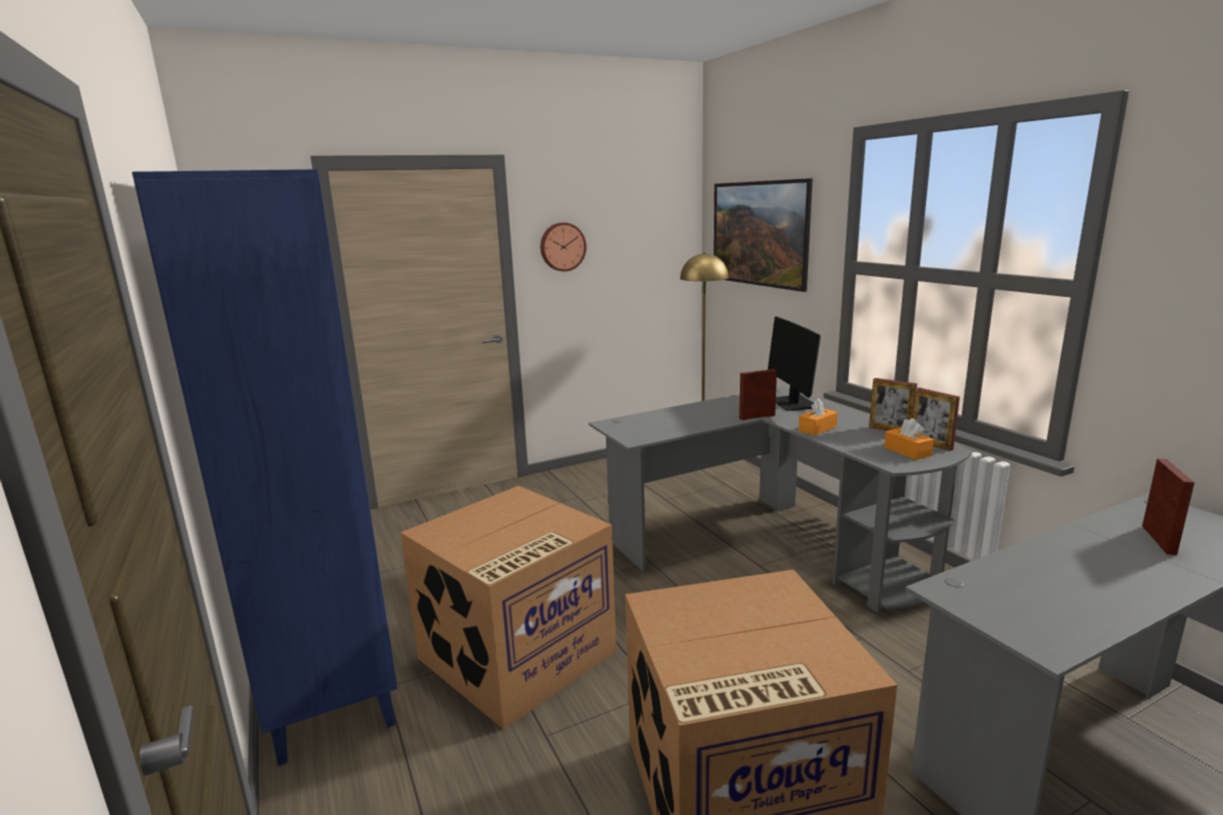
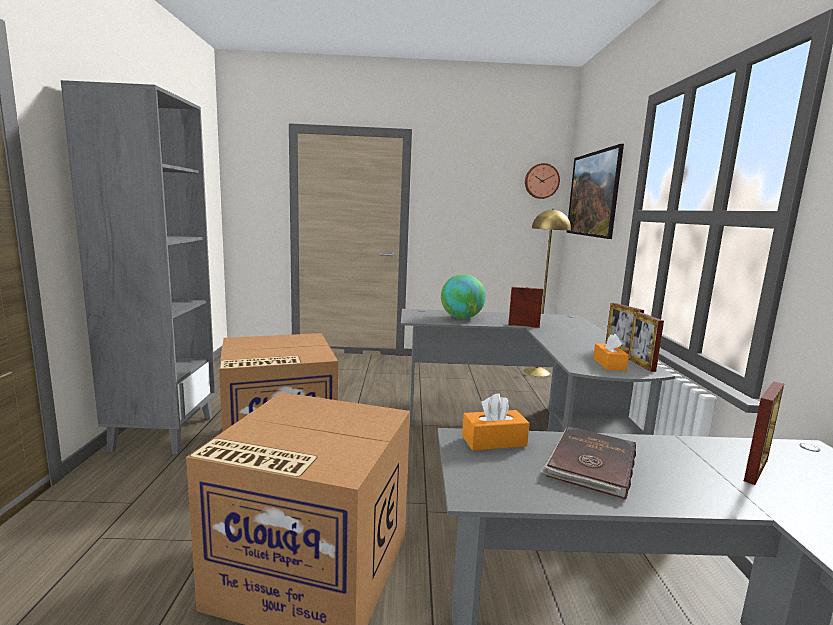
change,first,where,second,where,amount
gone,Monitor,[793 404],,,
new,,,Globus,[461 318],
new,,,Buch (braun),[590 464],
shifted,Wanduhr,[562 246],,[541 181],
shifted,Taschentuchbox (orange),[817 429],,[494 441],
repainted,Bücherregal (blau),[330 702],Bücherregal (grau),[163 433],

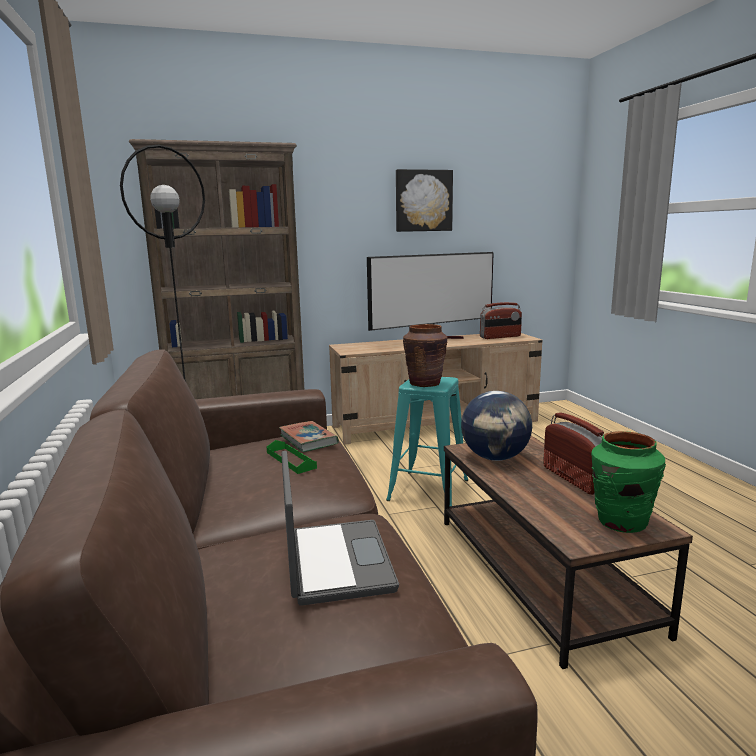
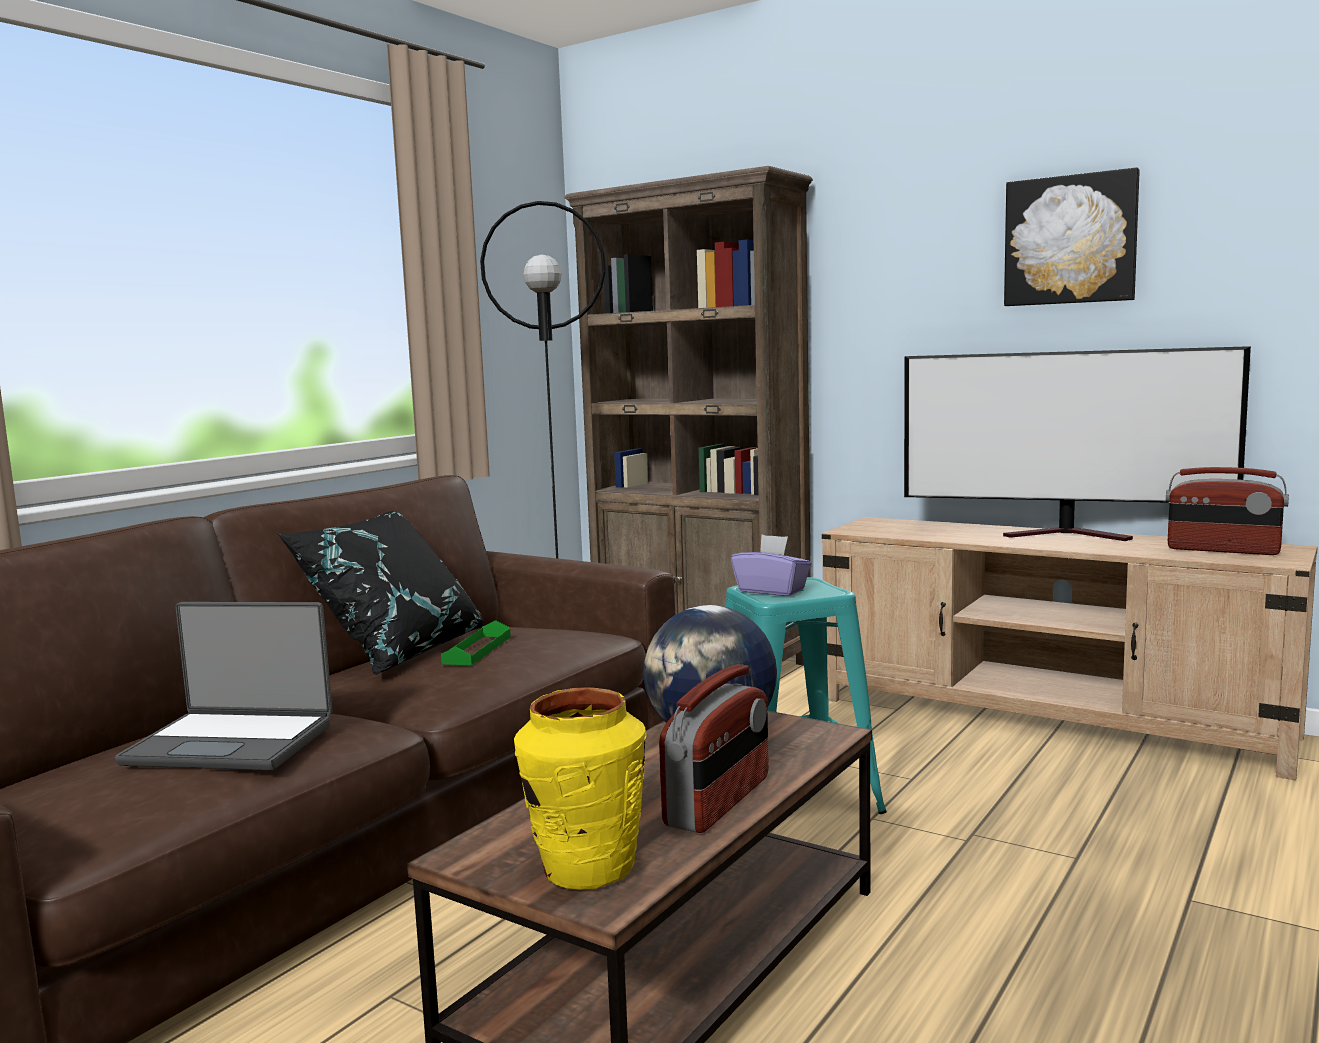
change,first,where,second,where,amount
gone,Buch,[308 440],,,
new,,,Kissen (schwarz),[396 653],
swapped,Vase (braun),[425 384],Taschentuchbox (lila),[772 590],
repainted,Vase (grün),[621 522],Vase (gelb),[587 869],
rotated,Laptop,[335 562],,[232 743],60 degrees clockwise

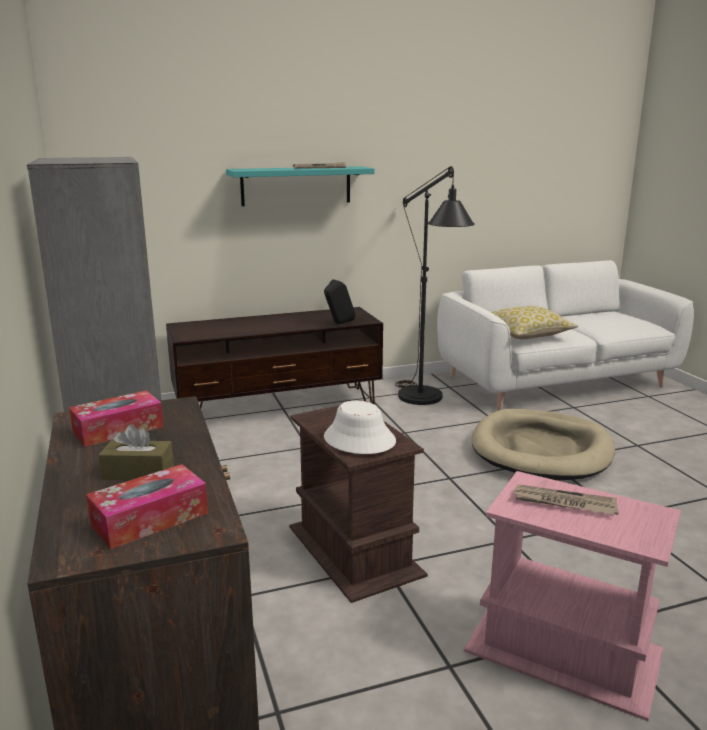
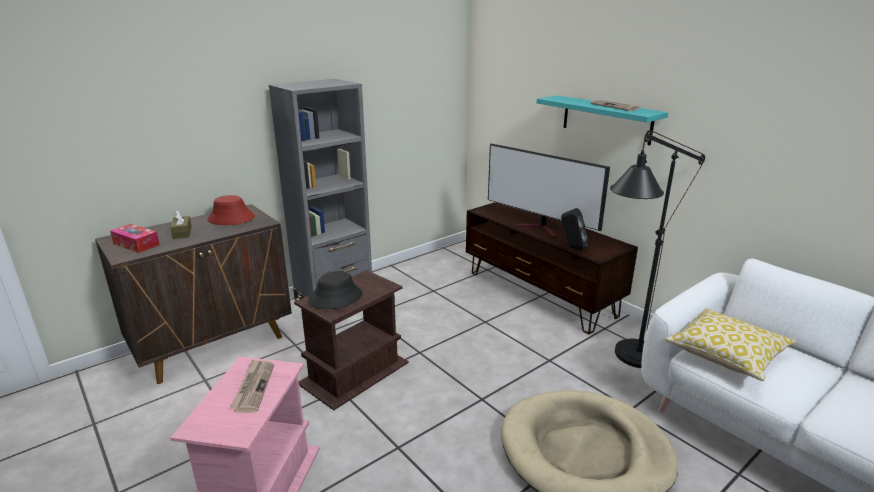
change,first,where,second,where,amount
new,,,Fernseher,[540 229],
swapped,Taschentuchbox,[118 429],Hut (rot),[231 218],
repainted,Hut (weiß),[359 439],Hut (schwarz),[335 297],

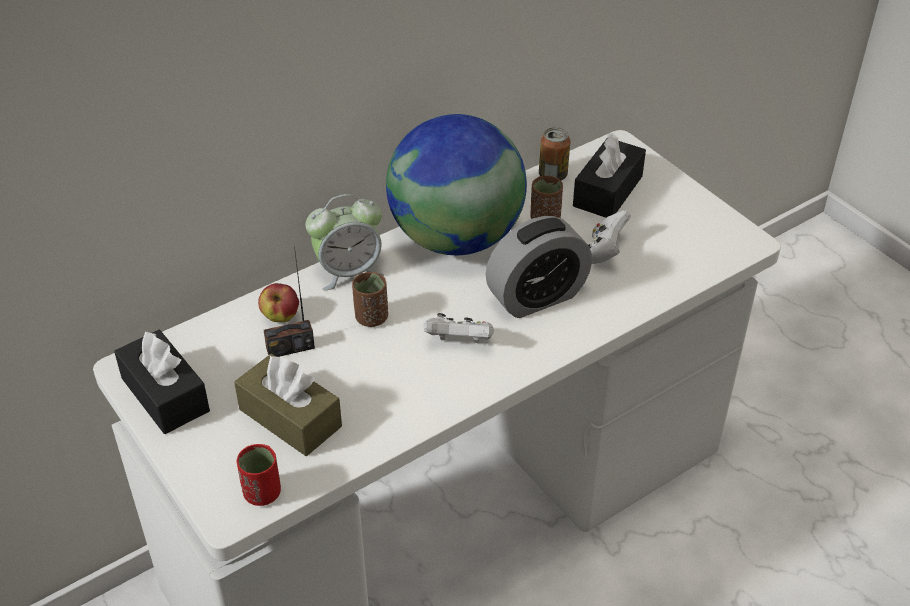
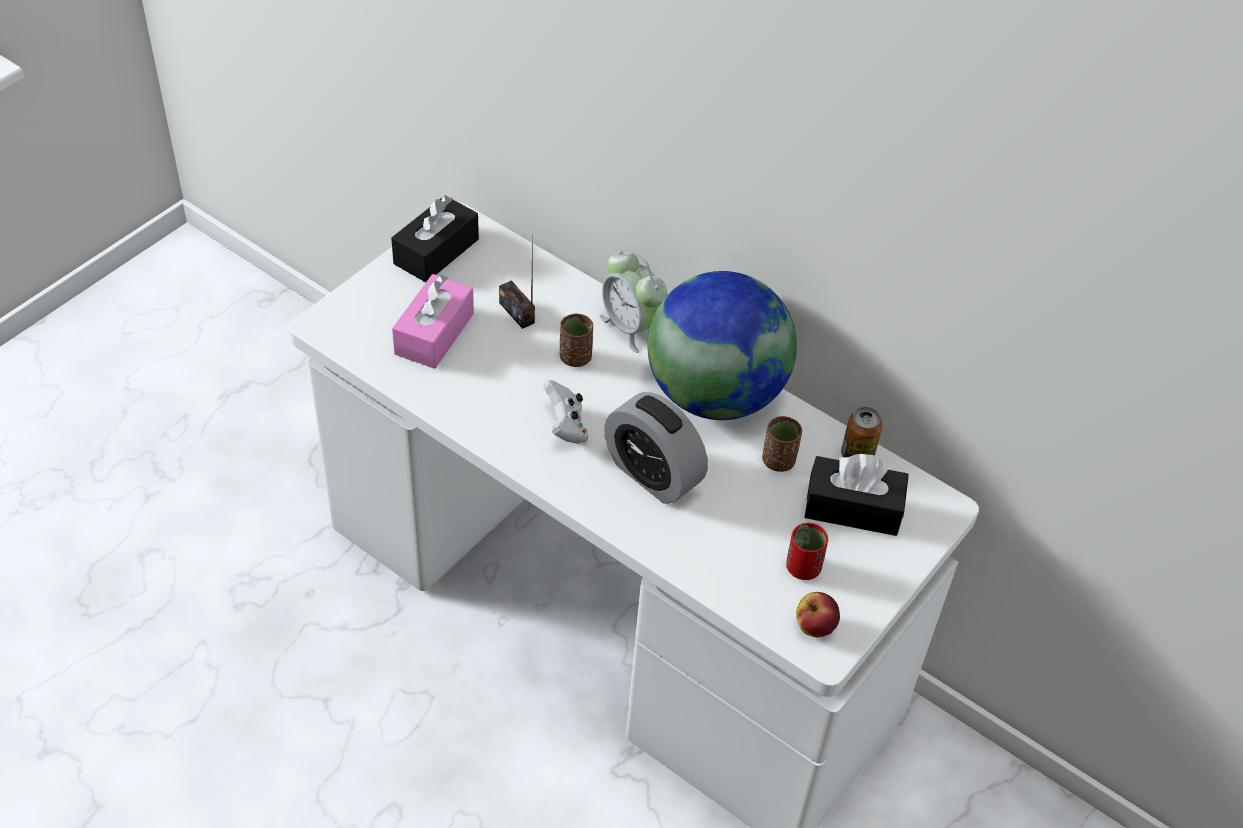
change,first,where,second,where,amount
gone,Gamepad (weiß),[604 252],,,
shifted,Tasse (rot),[262 493],,[803 568],
shifted,Apfel,[280 317],,[814 627],
repainted,Taschentuchbox (braun),[290 418],Taschentuchbox (rosa),[434 334],

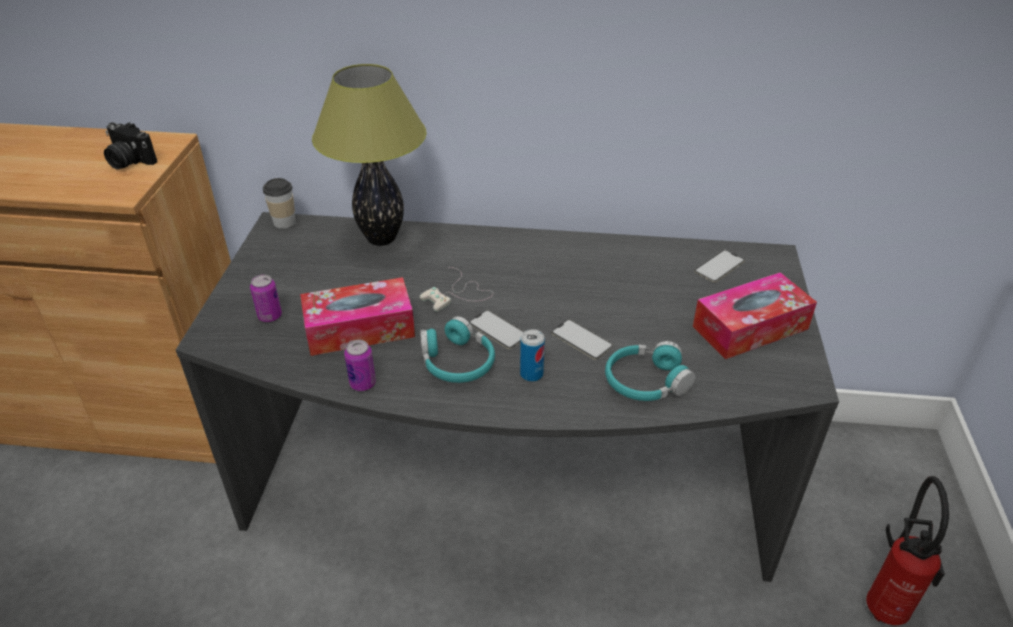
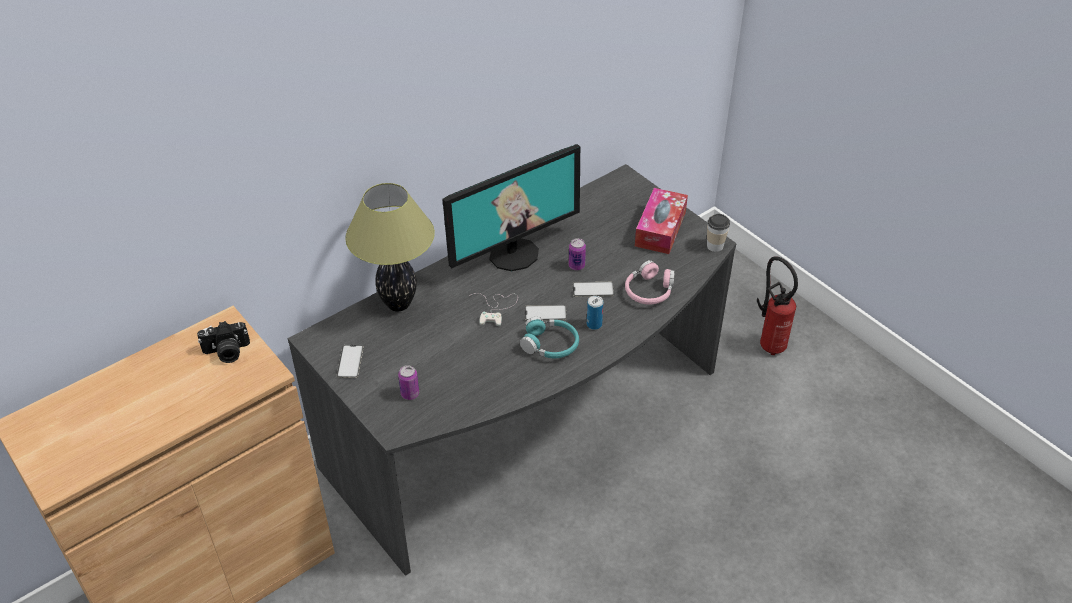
change,first,where,second,where,amount
gone,Taschentuchbox,[359 329],,,
new,,,Monitor,[513 254],
shifted,Tasse,[284 222],,[715 246],
shifted,Dose,[363 384],,[576 266],
shifted,Handy,[719 266],,[350 361],
repainted,Kopfhörer (türkis),[646 382],Kopfhörer (rosa),[649 291],

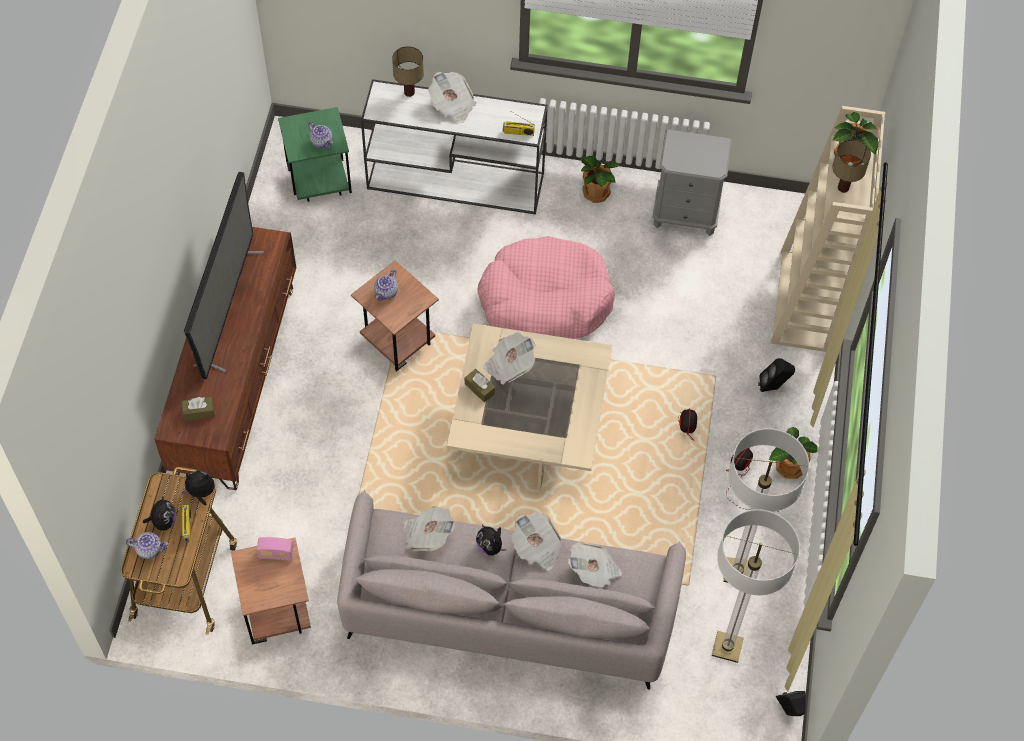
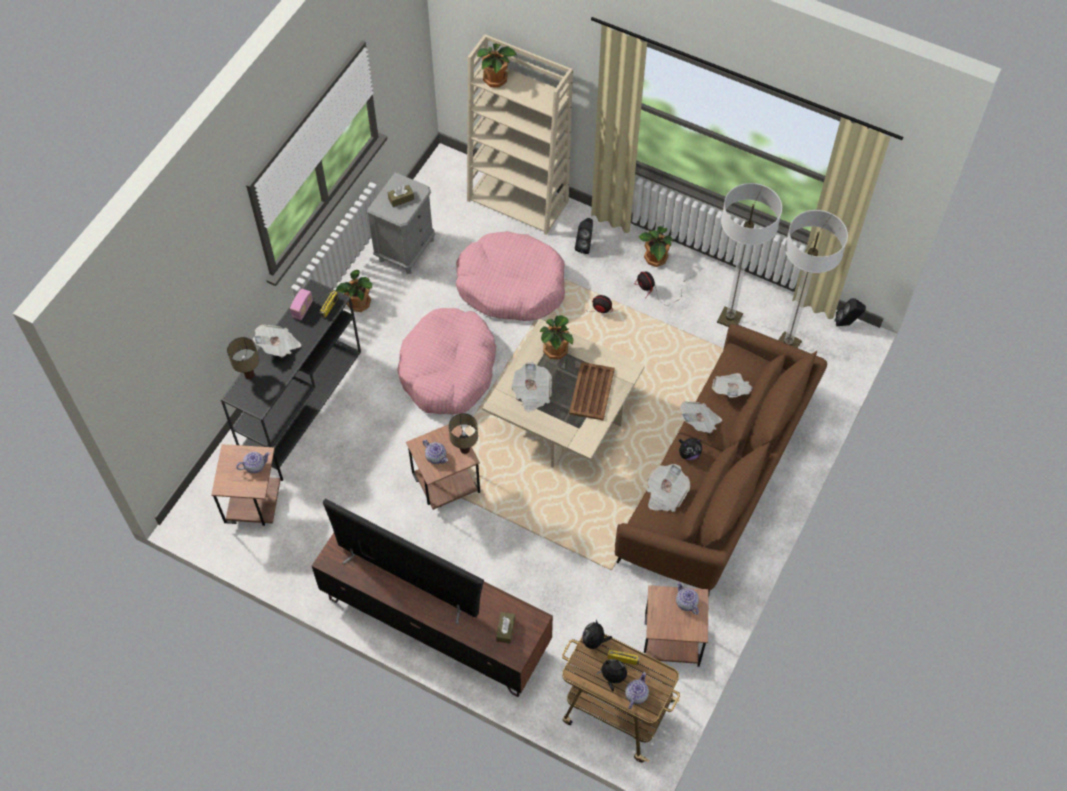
change,first,where,second,where,amount
new,,,Hundebett (rosa),[511 285],
new,,,Topfpflanze,[556 349],
new,,,Tablett (braun),[592 391],
new,,,Teekanne,[686 602],
shifted,Radio,[276 554],,[302 309],
shifted,Taschentuchbox (braun),[480 388],,[401 199],
shifted,Tischlampe,[842 188],,[464 450],
repainted,Beistelltisch (grün),[320 183],Beistelltisch (braun),[255 505],
repainted,Sofa (grau),[507 612],Sofa (braun),[719 477],
repainted,Konsolentisch (weiß),[457 181],Konsolentisch (schwarz),[301 398],

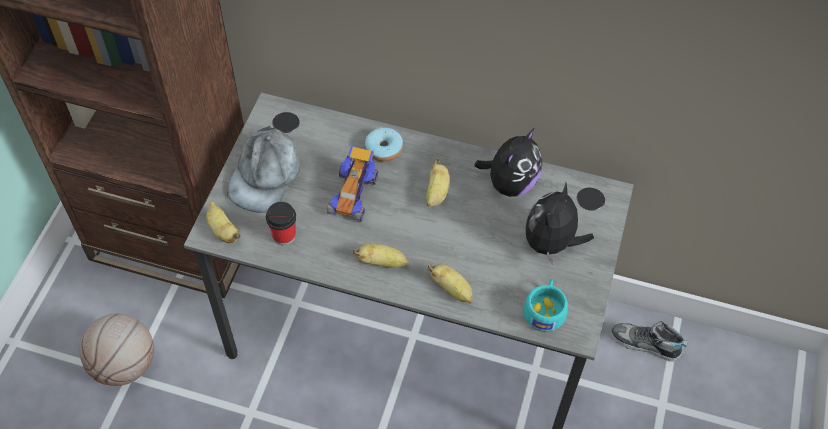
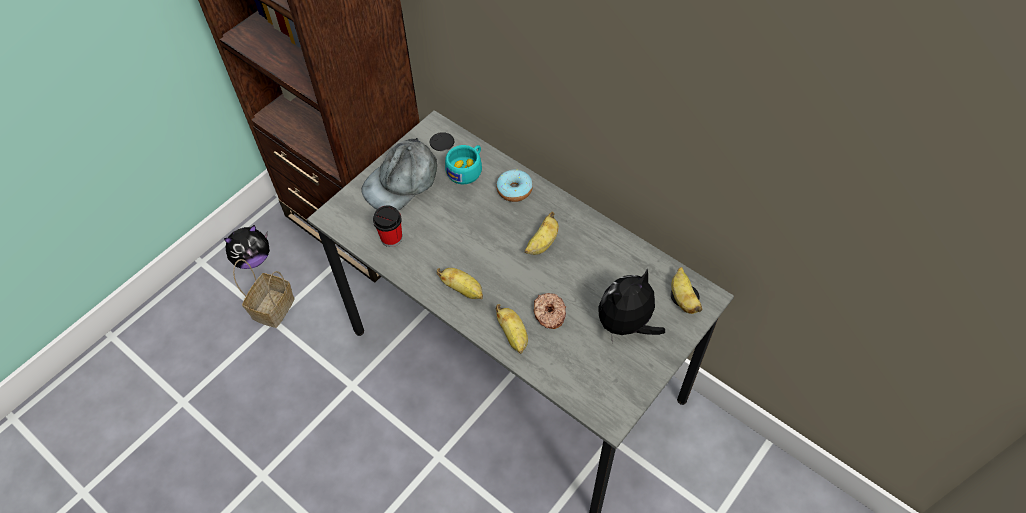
change,first,where,second,where,amount
gone,Spielzeugauto,[353 194],,,
gone,Schuh,[645 344],,,
new,,,Donut,[549 314],
shifted,Banane,[223 230],,[683 298],
shifted,Plüschtier,[510 183],,[252 259],
shifted,Tasse (türkis),[545 310],,[466 169],
swapped,Basketball,[125 365],Korb,[273 310],

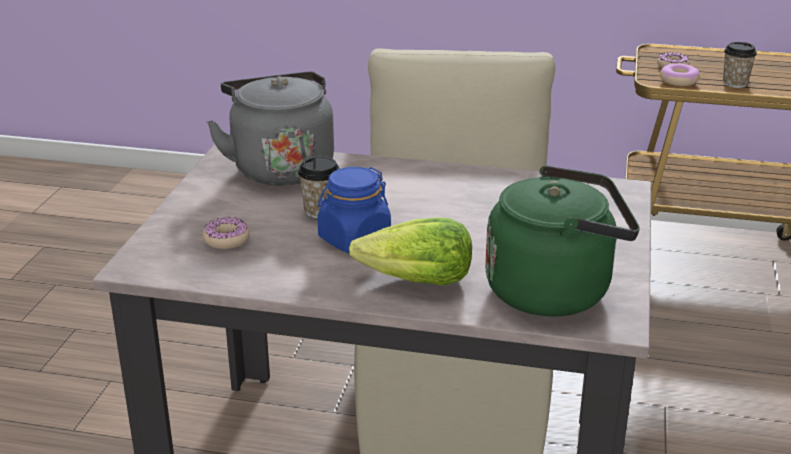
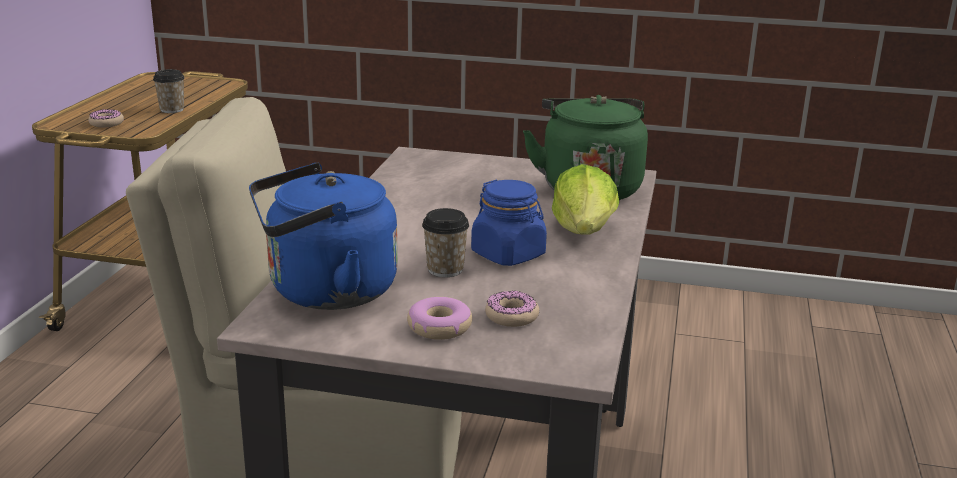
change,first,where,second,where,amount
shifted,Donut,[678 80],,[439 327],
repainted,Wasserkessel (grau),[280 167],Wasserkessel (blau),[325 292],

